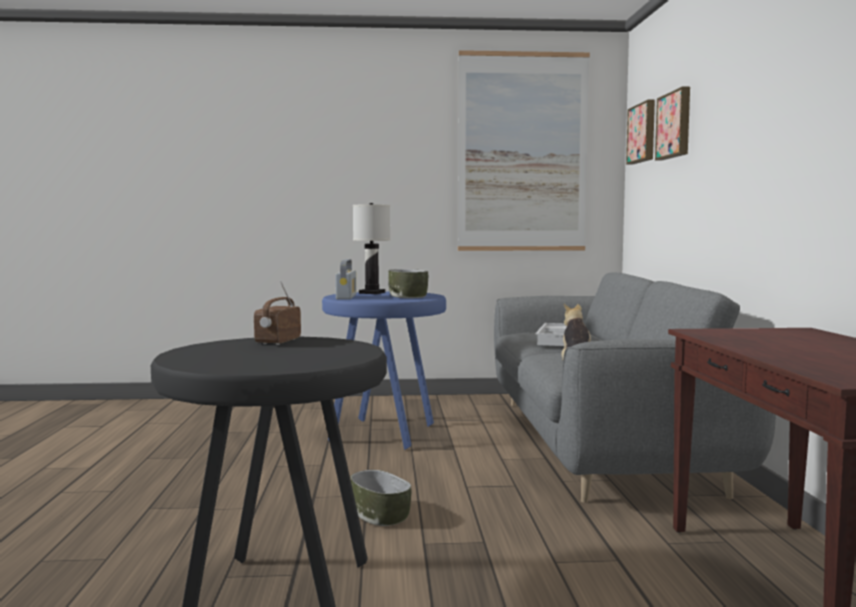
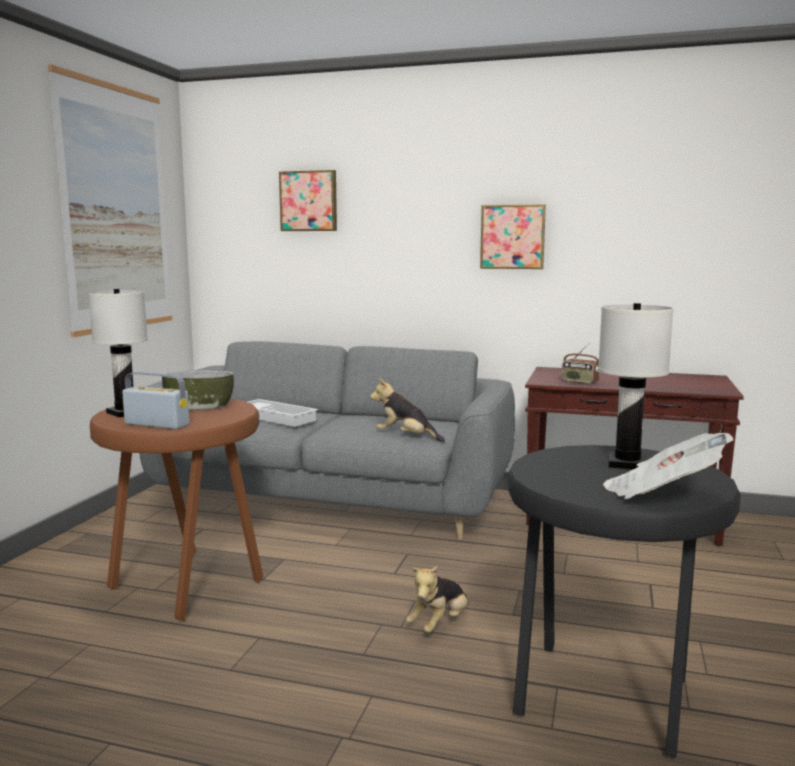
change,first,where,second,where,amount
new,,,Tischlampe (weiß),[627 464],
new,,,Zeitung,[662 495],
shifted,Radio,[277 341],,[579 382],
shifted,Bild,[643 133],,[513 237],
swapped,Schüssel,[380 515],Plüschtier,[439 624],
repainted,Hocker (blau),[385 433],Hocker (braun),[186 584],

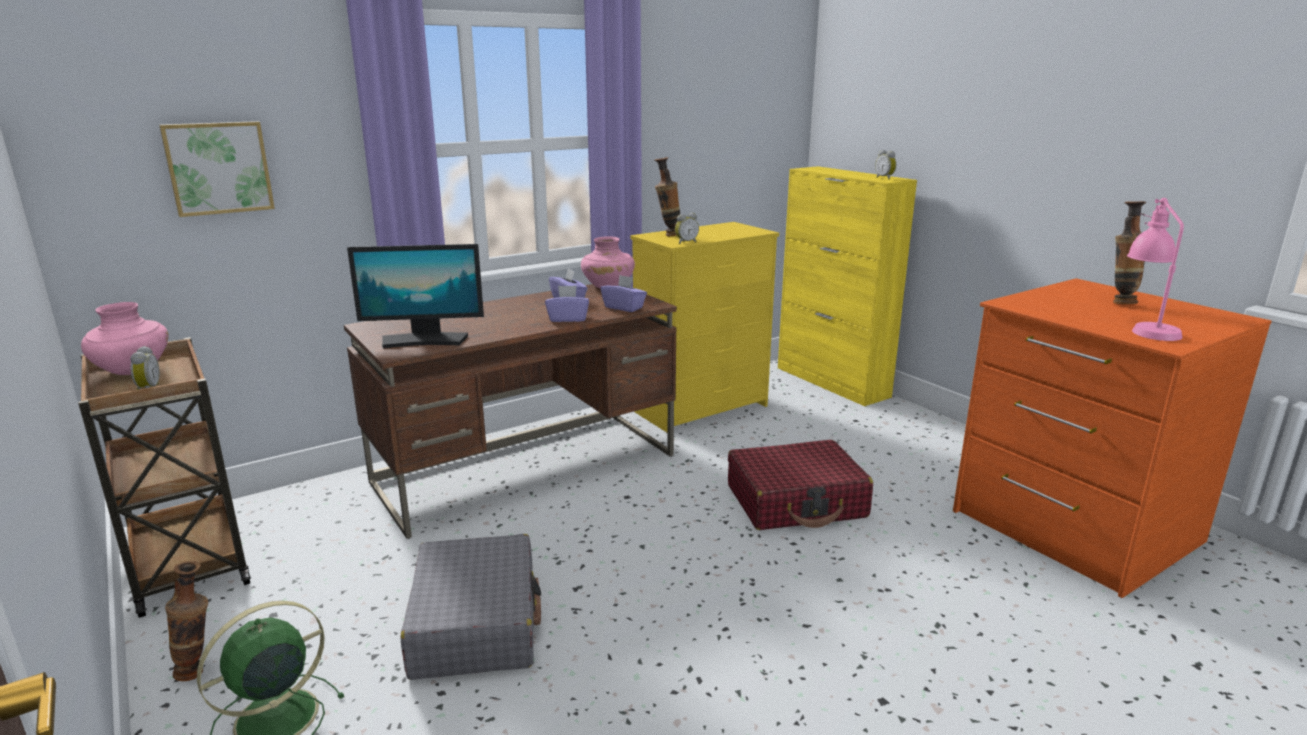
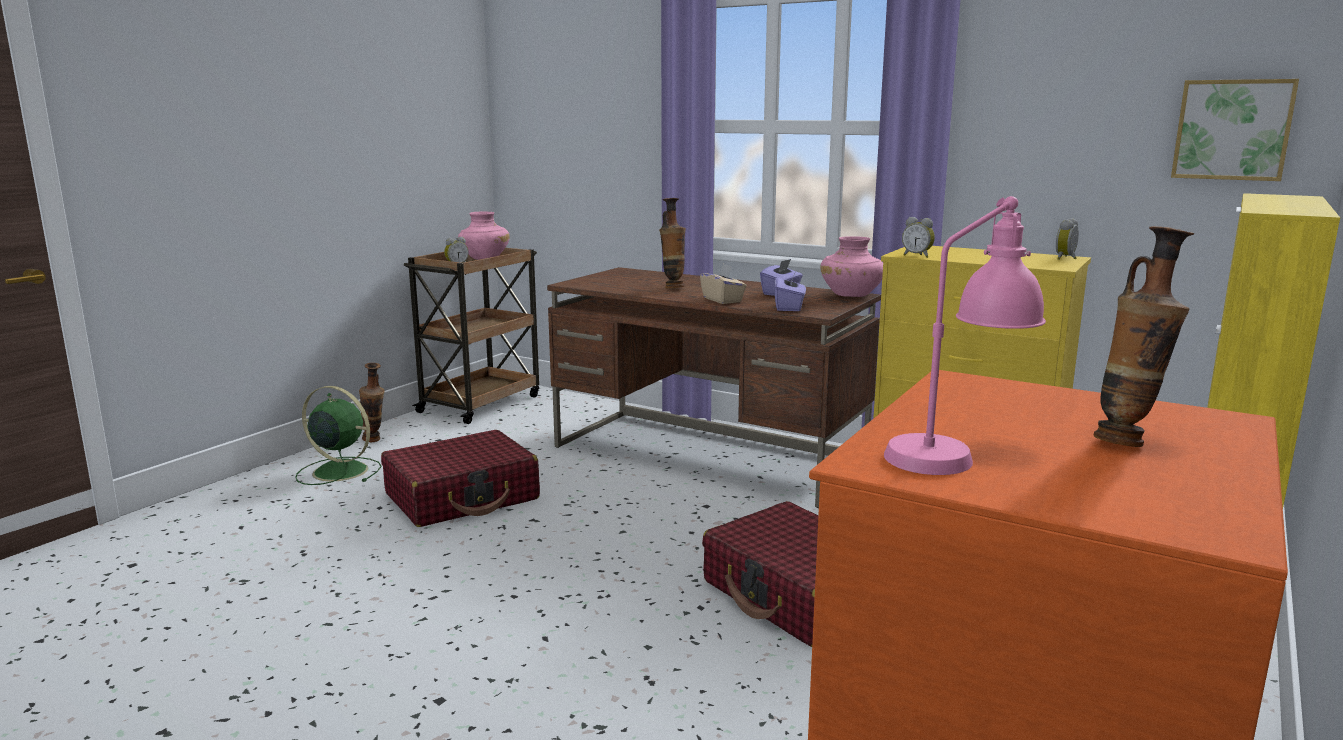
change,first,where,second,where,amount
gone,Monitor,[424 340],,,
shifted,Bild,[218 168],,[1232 130],
shifted,Vase,[668 235],,[673 288],
shifted,Wecker,[885 178],,[1067 258],
repainted,Koffer (grau),[476 623],Koffer (rot),[463 497],
repainted,Taschentuchbox (lila),[568 318],Taschentuchbox (beige),[722 300],

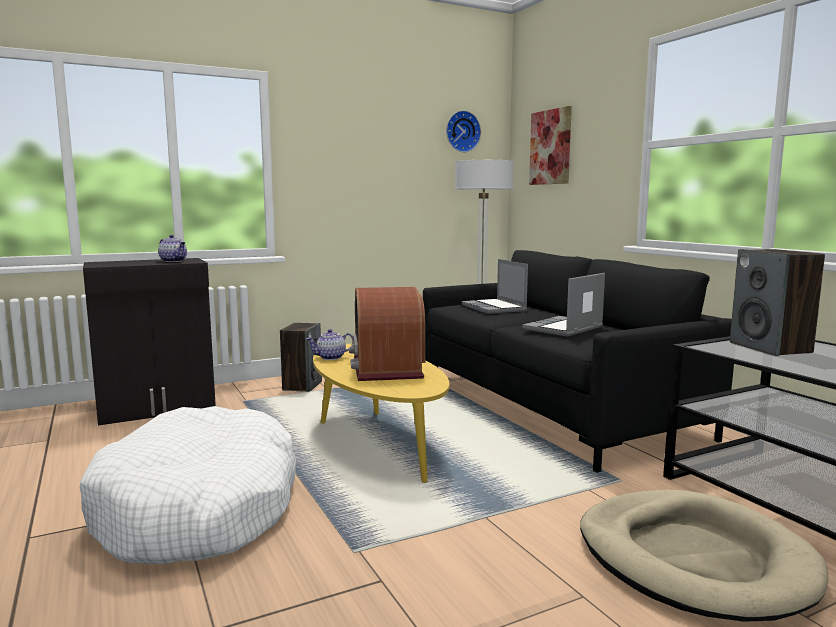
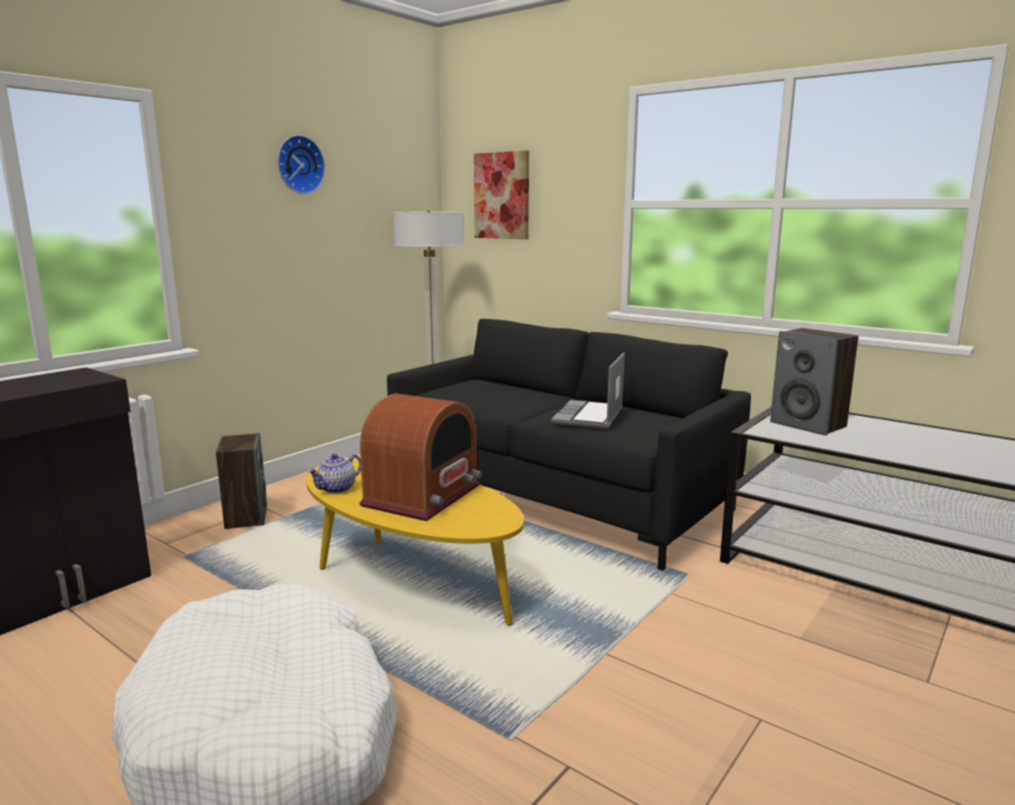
change,first,where,second,where,amount
gone,Teekanne,[174 261],,,
gone,Laptop,[495 308],,,
gone,Hundebett (beige),[693 559],,,
shifted,Wanduhr,[462 131],,[298 165],
rotated,Radio,[386 368],,[423 495],120 degrees counterclockwise

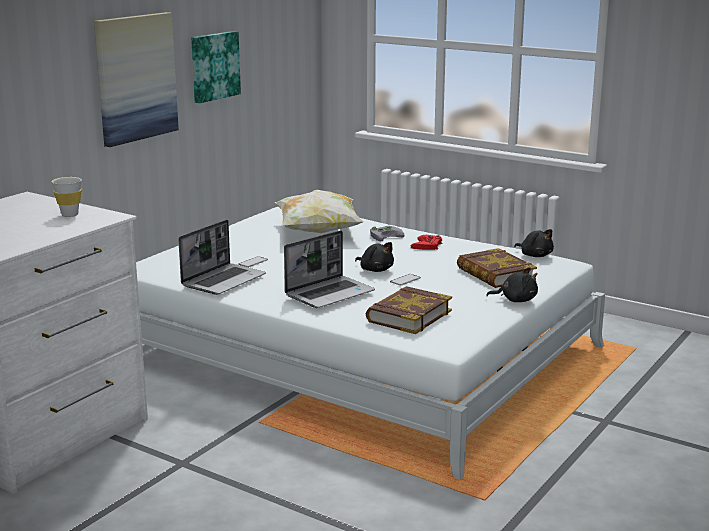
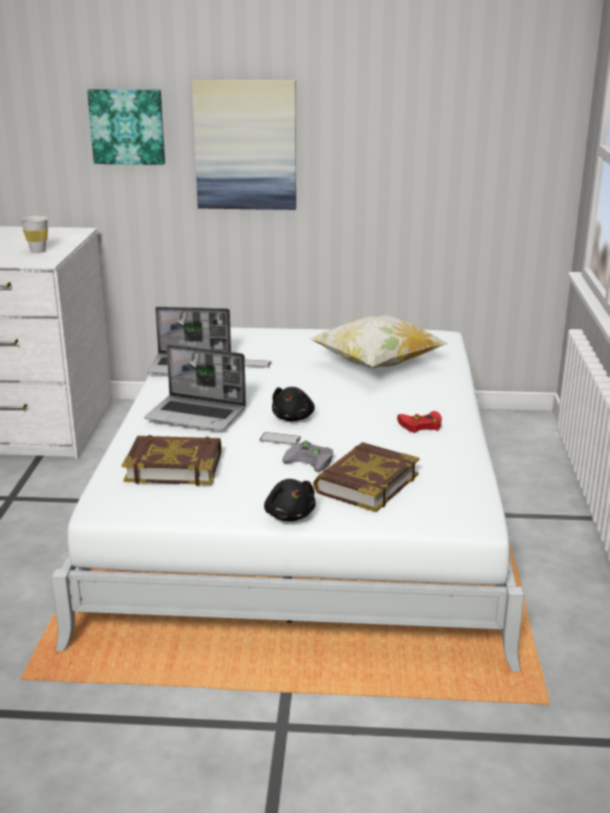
change,first,where,second,where,amount
gone,Plüschtier (schwarz),[535 255],,,
shifted,Bild,[214 66],,[127 126],
shifted,Gamepad (grau),[386 235],,[312 459],

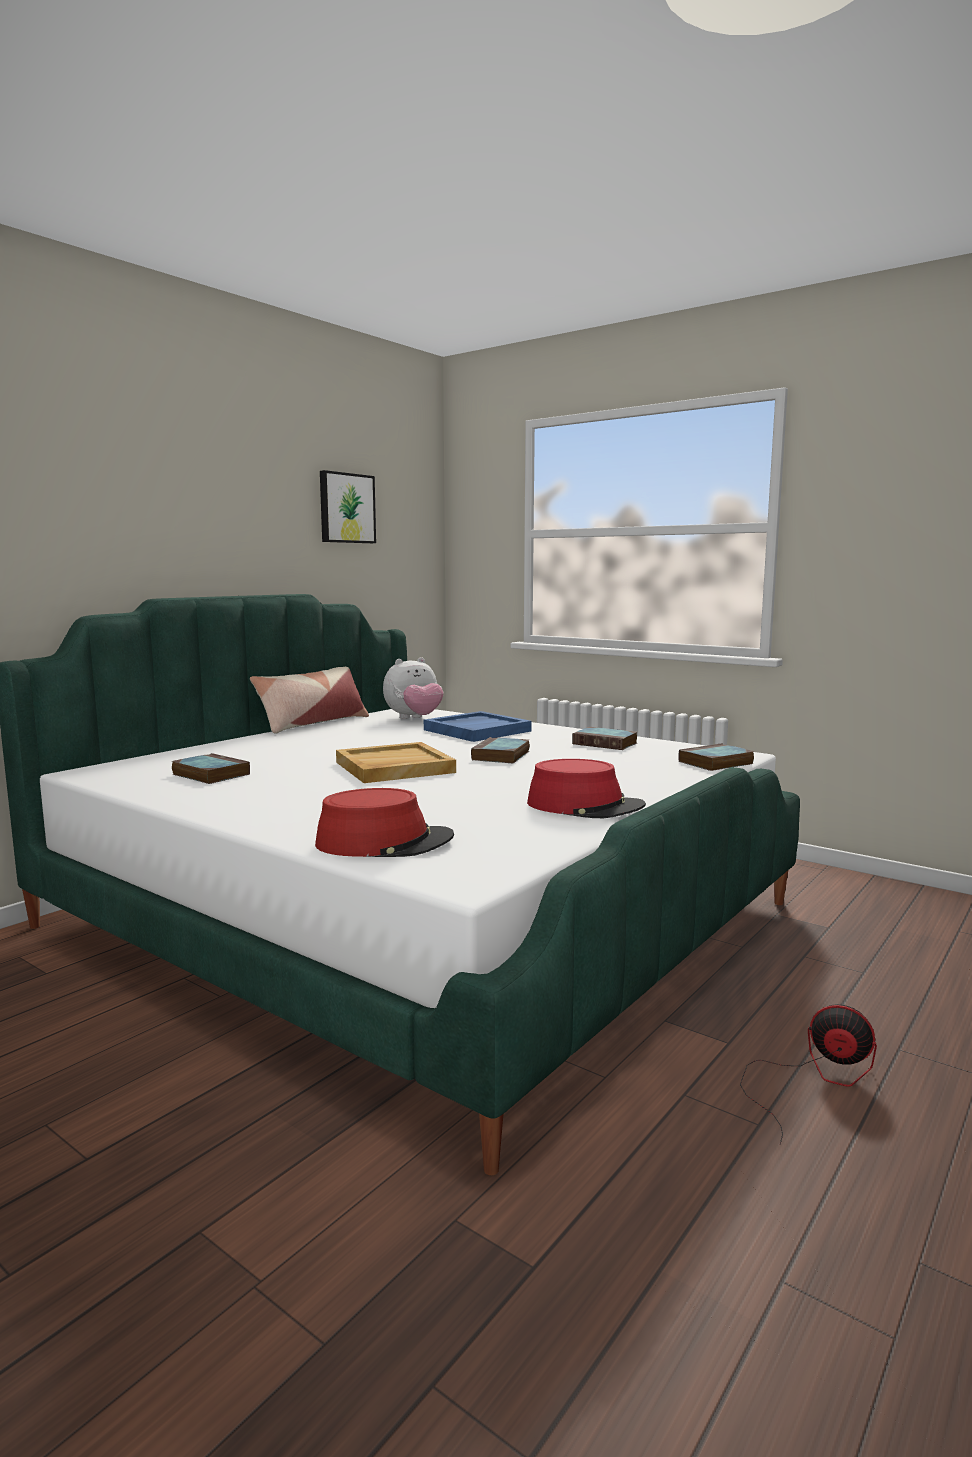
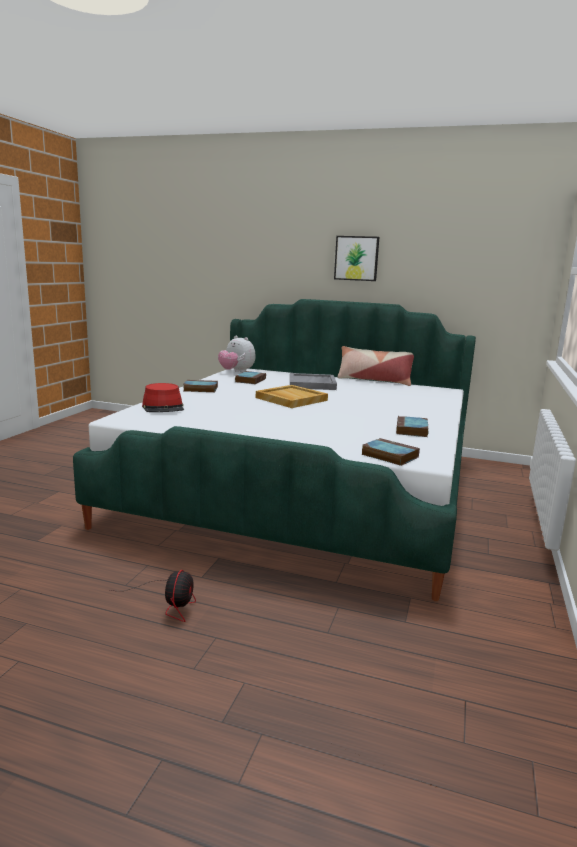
change,first,where,second,where,amount
gone,Tablett (blau),[477 730],,,
gone,Hut (rot),[585 806],,,
new,,,Tablett (grau),[312 384],
shifted,Bild,[346 508],,[356 258],
shifted,Plüschtier,[414 719],,[236 372],
shifted,Buch,[501 756],,[199 389],

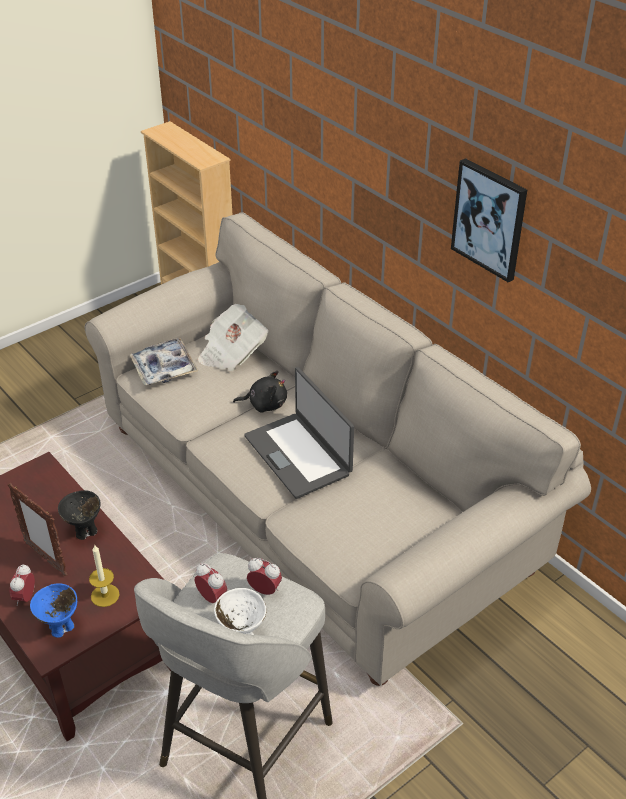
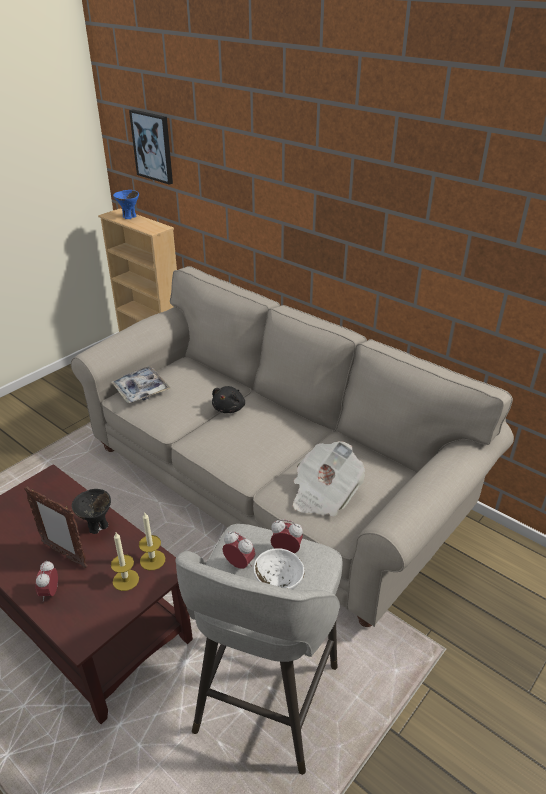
change,first,where,second,where,amount
gone,Laptop,[299 454],,,
new,,,Kerze,[152 560],
shifted,Schüssel (blau),[61 628],,[129 217],
shifted,Zeitung,[232 352],,[324 494],
shifted,Bild,[489 219],,[153 146],
rotated,Plüschtier (schwarz),[265 404],,[229 408],120 degrees clockwise

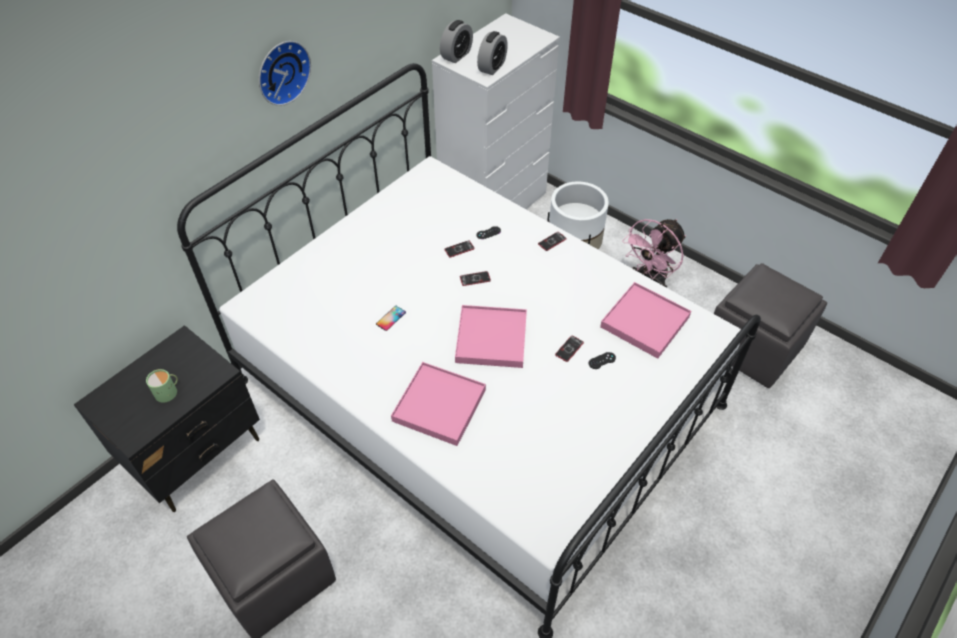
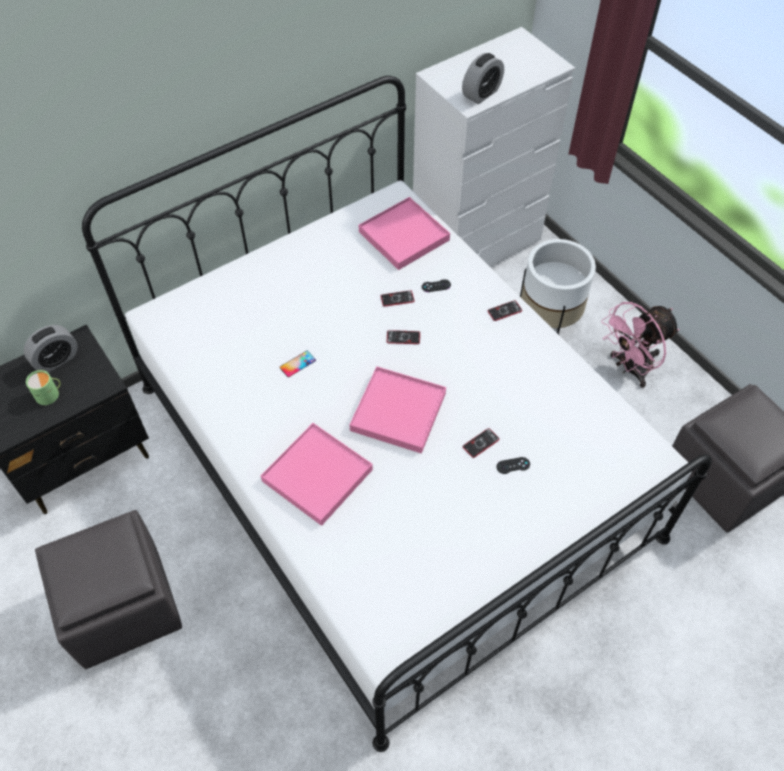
change,first,where,second,where,amount
gone,Wanduhr,[281 71],,,
shifted,Wecker,[456 55],,[56 360],
shifted,Tablett (rosa),[644 322],,[404 236],

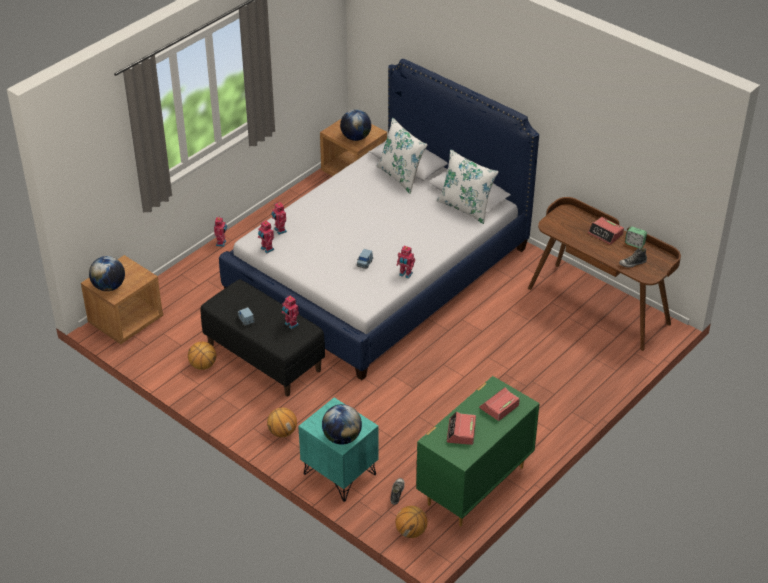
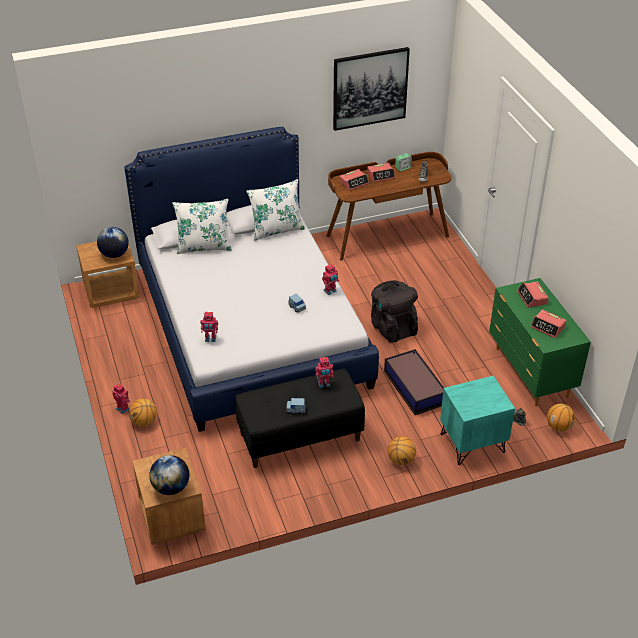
change,first,where,second,where,amount
gone,Spielzeugroboter,[266 249],,,
gone,Globus,[342 438],,,
new,,,Bild,[370 88],
new,,,Wecker,[354 183],
new,,,Rucksack (schwarz),[392 327],
new,,,Aufbewahrungsbox,[414 387],
shifted,Basketball,[203 365],,[144 421],

